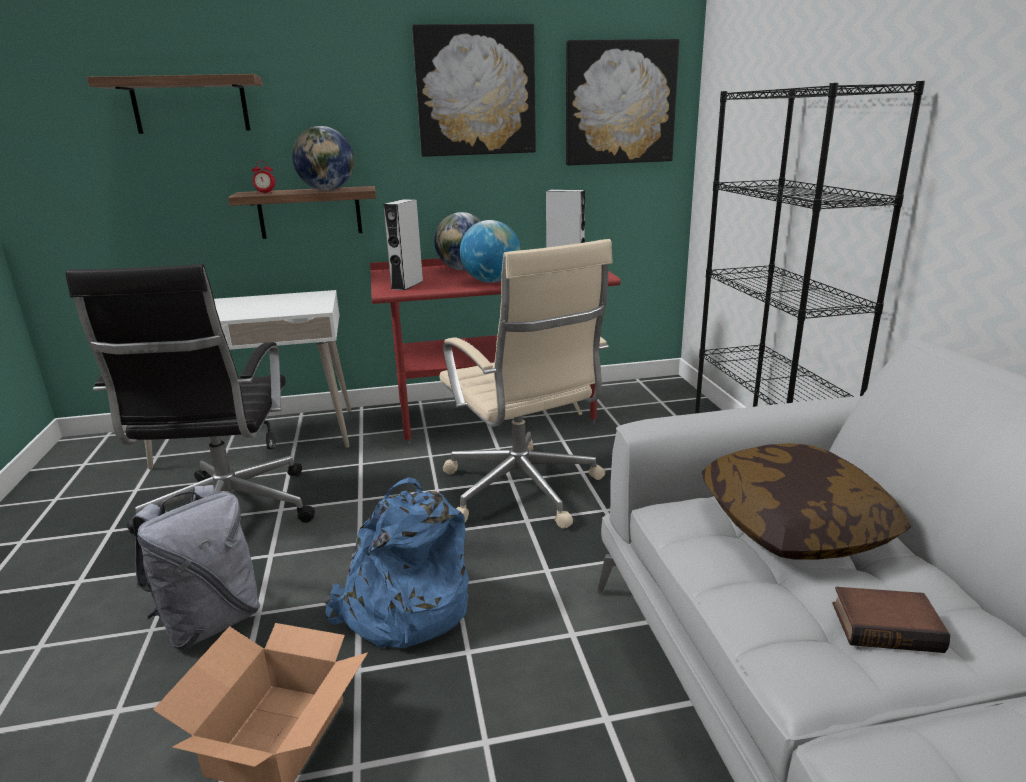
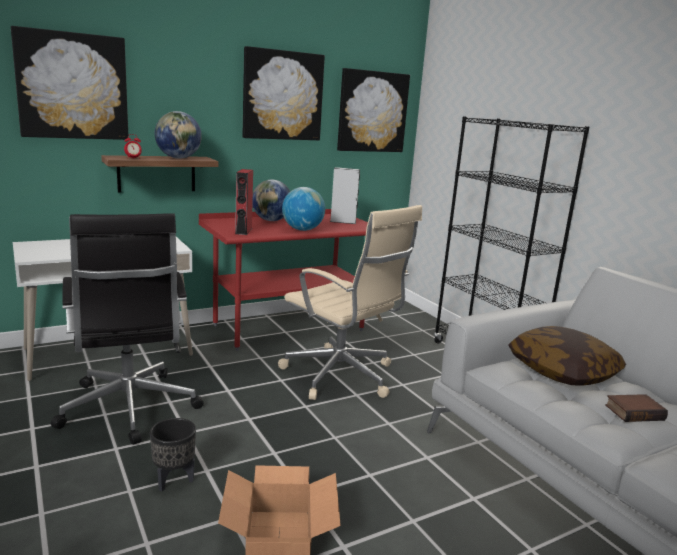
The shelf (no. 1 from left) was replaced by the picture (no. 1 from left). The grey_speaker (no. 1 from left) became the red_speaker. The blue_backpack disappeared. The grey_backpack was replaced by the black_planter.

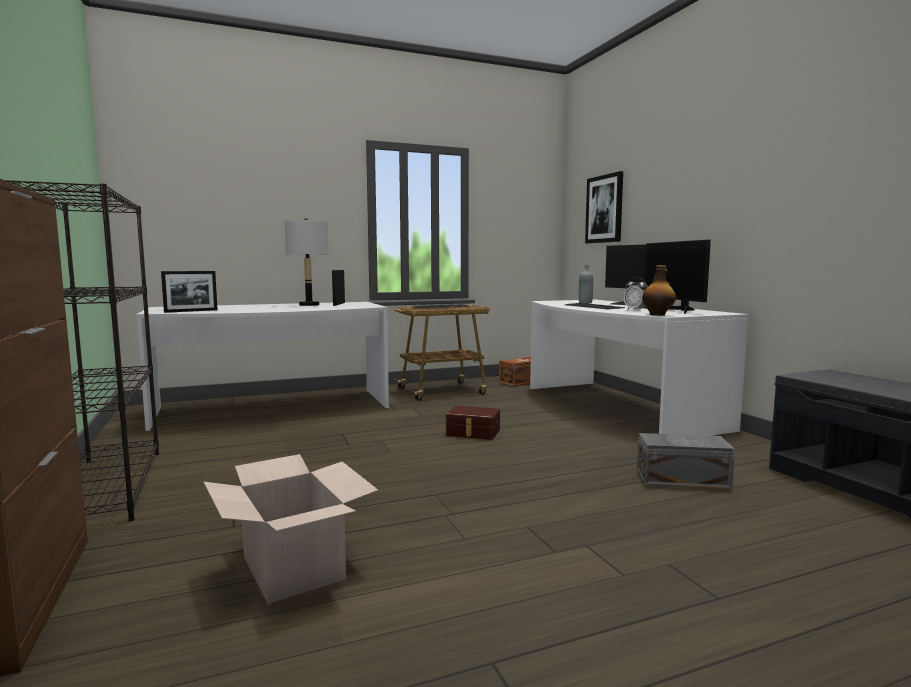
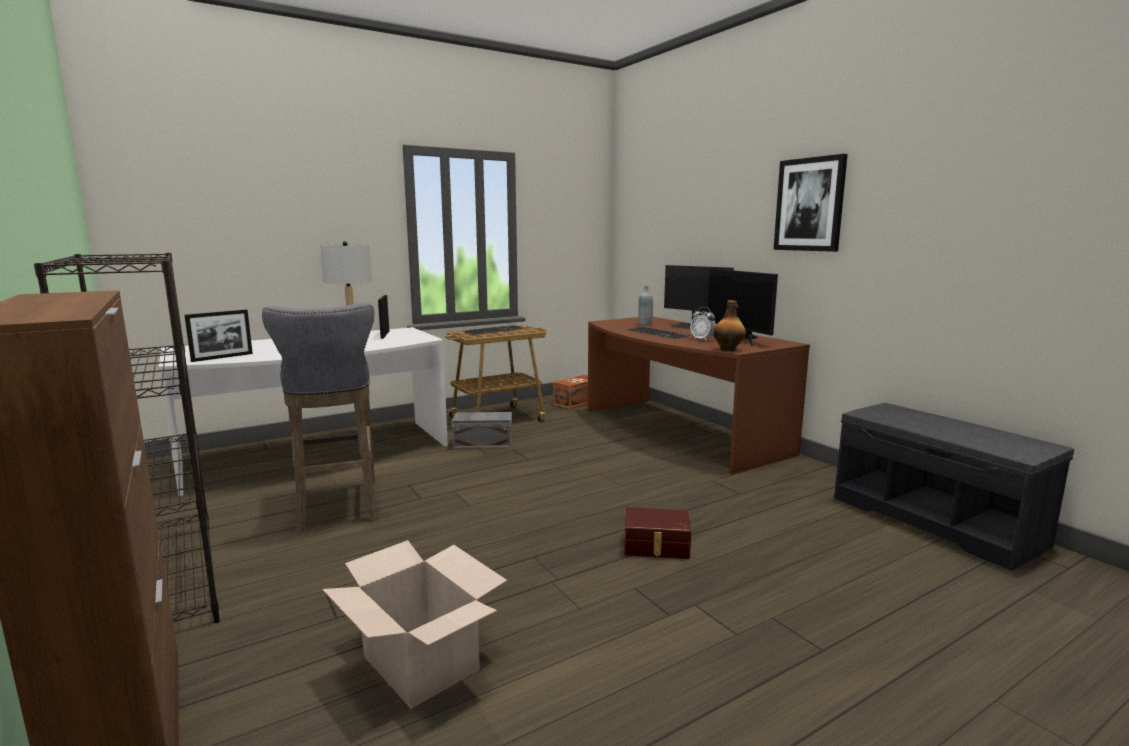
The picture moved. The white_desk (no. 2 from left) became the brown_desk. The brown_storage_box (no. 1 from left in the first image) moved. The grey_storage_box moved. The grey_stool appeared.

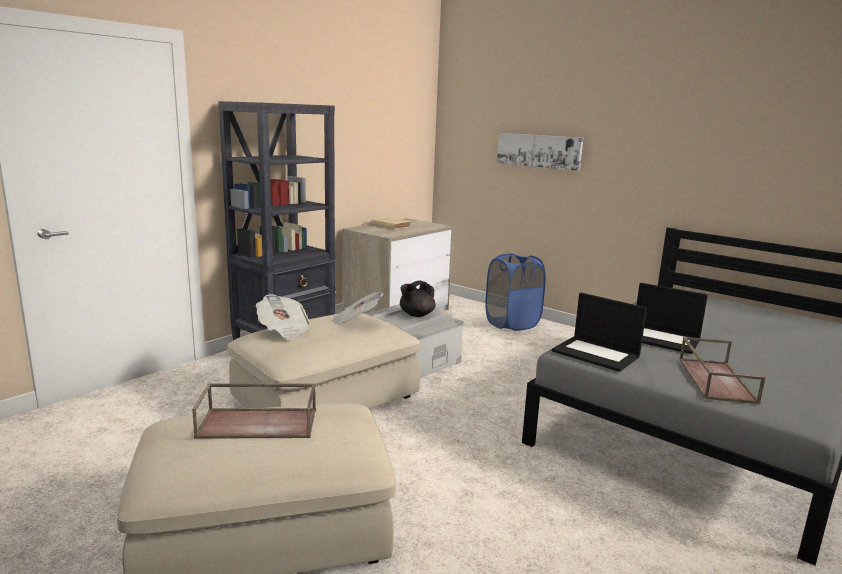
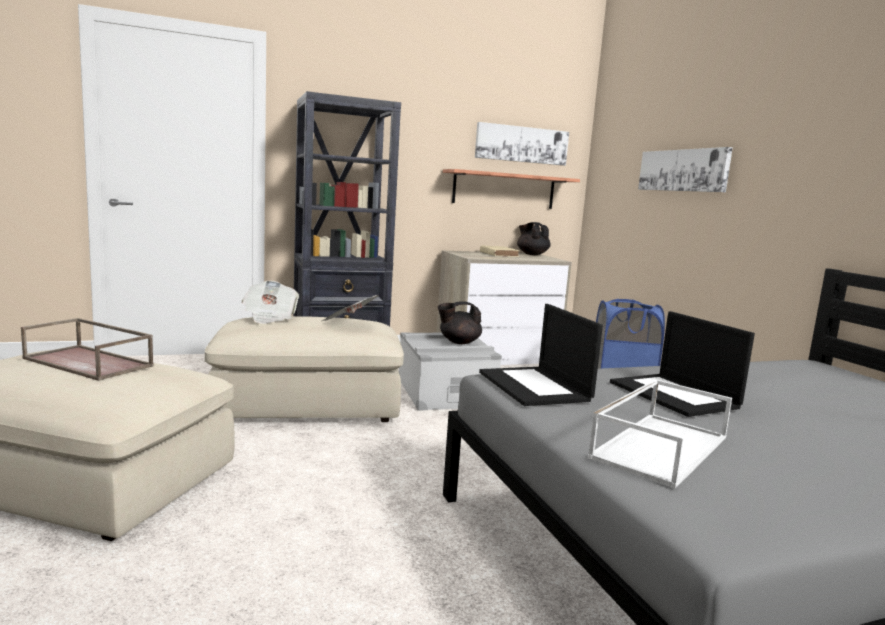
The brown_tray (no. 2 from left) became the white_tray. The picture (no. 1 from left) appeared. The shelf appeared. The black_teapot (no. 2 from left) appeared.

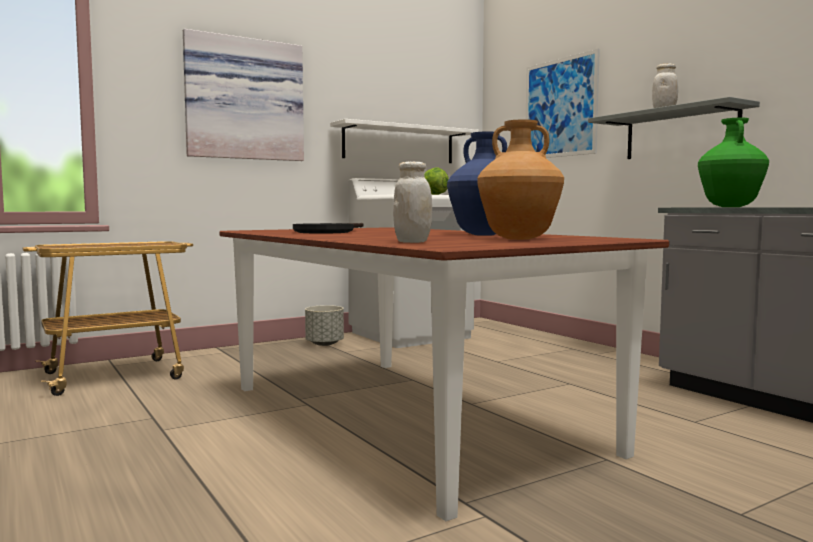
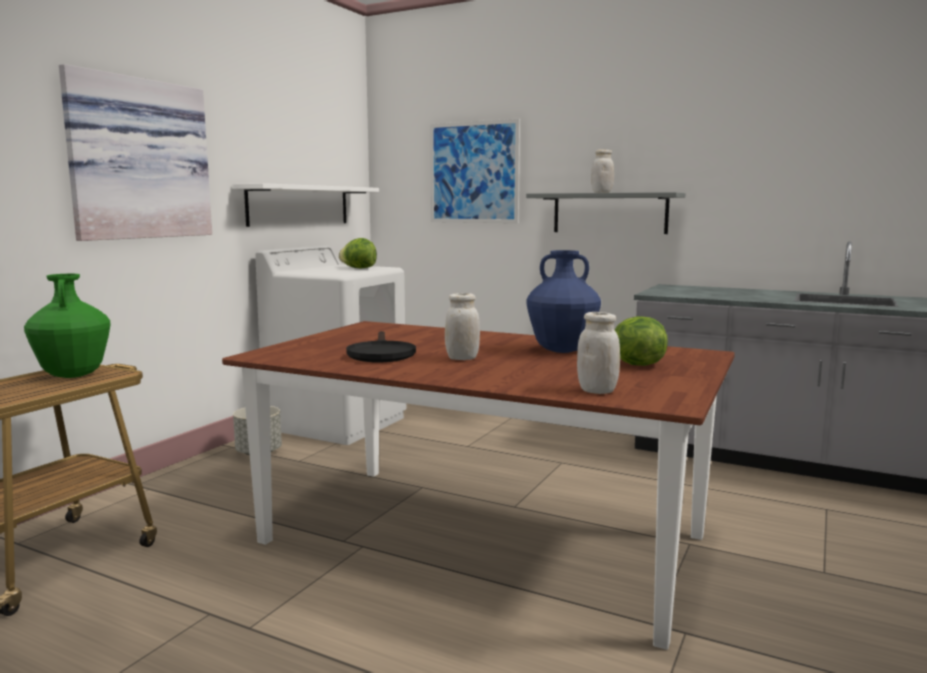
The green_vase moved. The brown_vase was replaced by the lettuce (no. 2 from left). The white_jar (no. 1 from left) appeared.

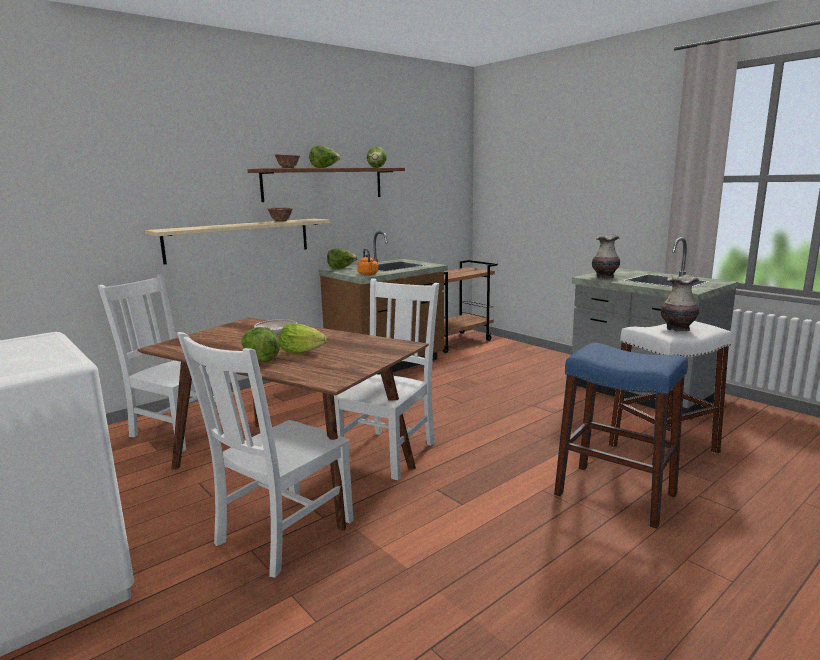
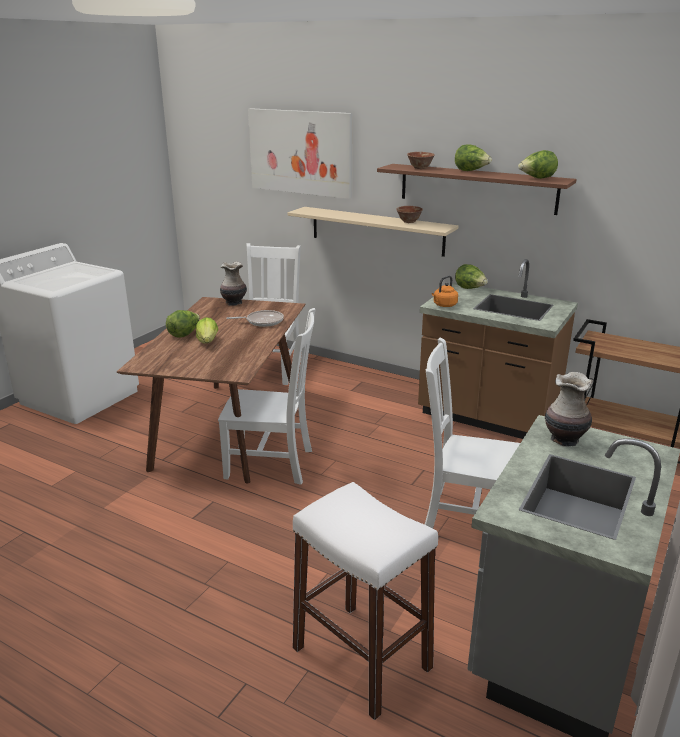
The vase (no. 2 from left in the first image) moved. The white_chair (no. 2 from left in the first image) moved. The blue_stool disappeared. The picture appeared.

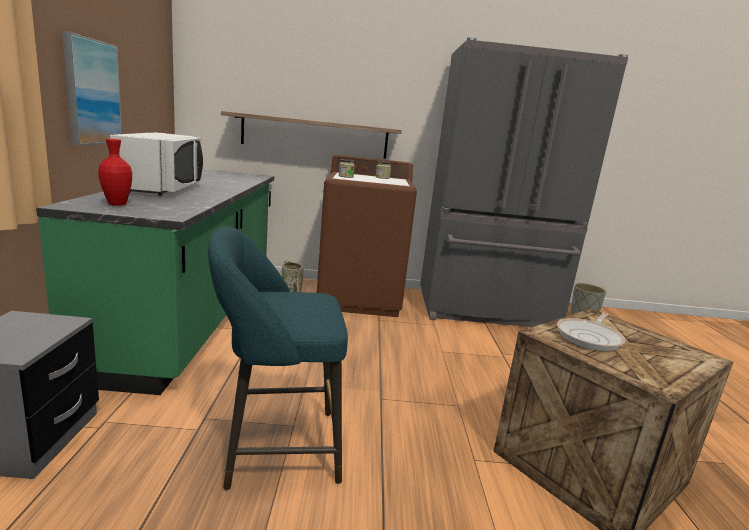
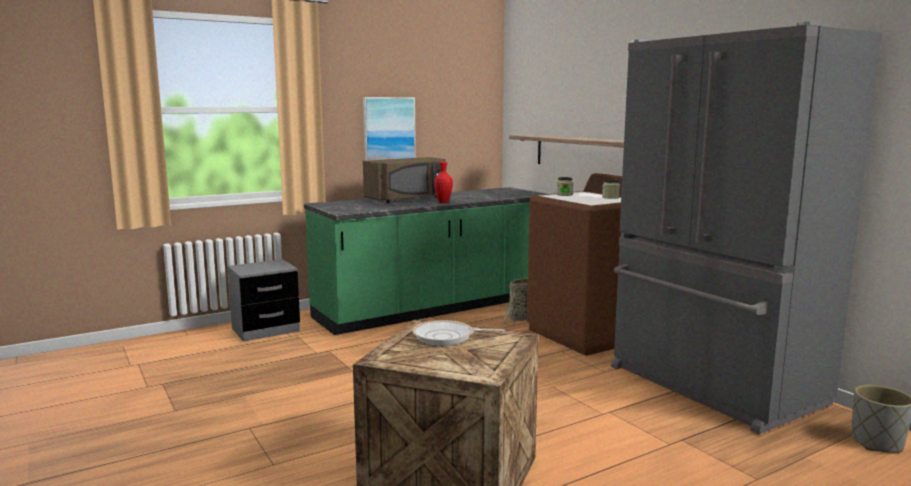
The white_microwave became the brown_microwave. The red_vase moved. The turquoise_stool disappeared.

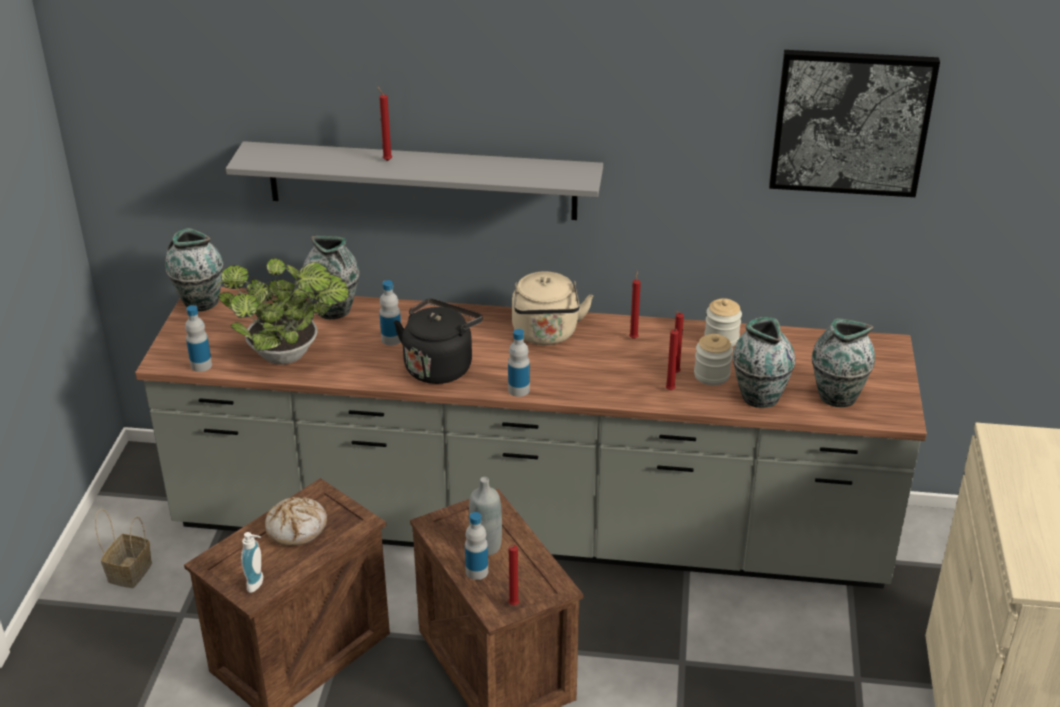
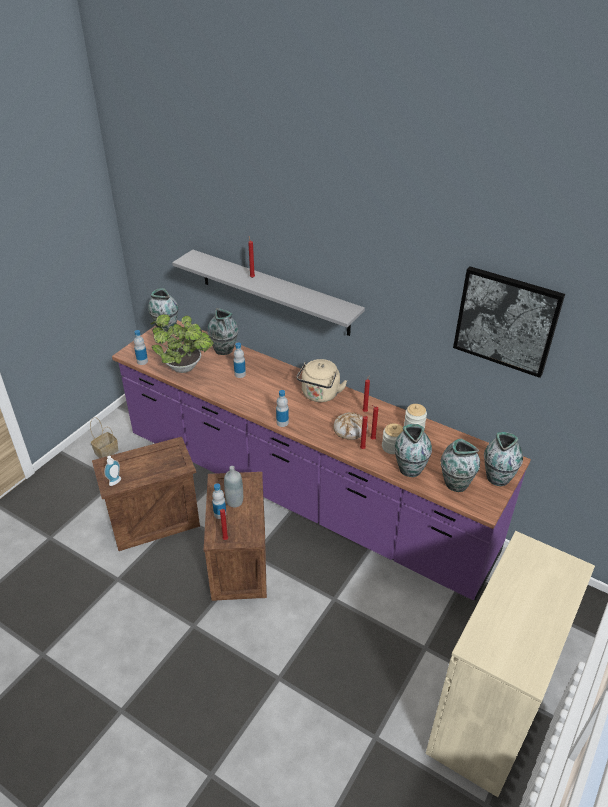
The grey_counter became the purple_counter. The black_kettle disappeared. The bread moved. The vase (no. 5 from left) appeared.

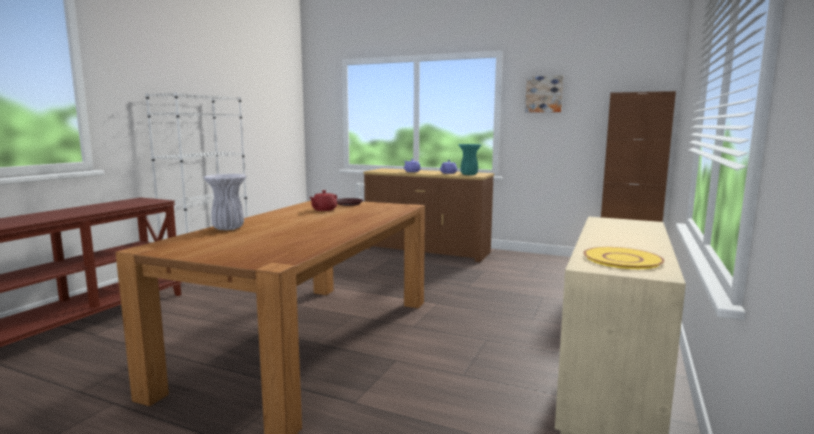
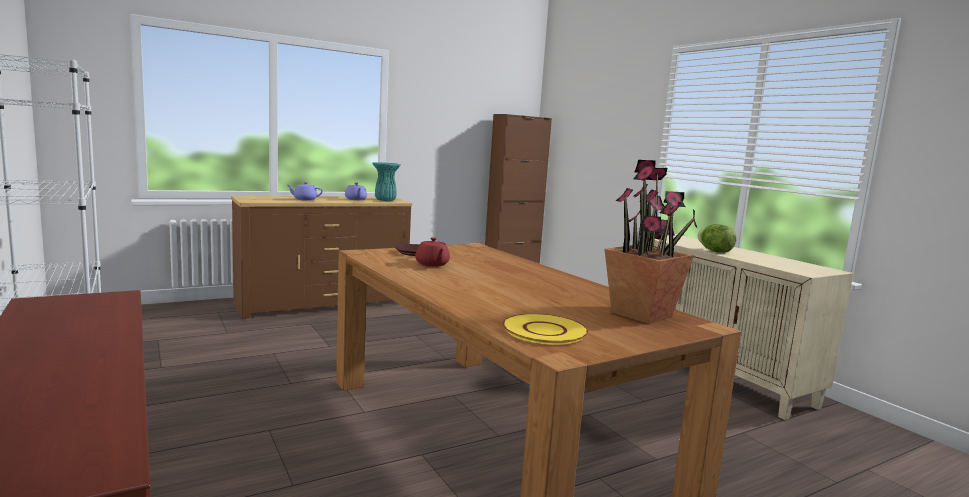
The picture disappeared. The white_vase disappeared. The yellow_plate moved. The potted_plant appeared. The lettuce appeared.

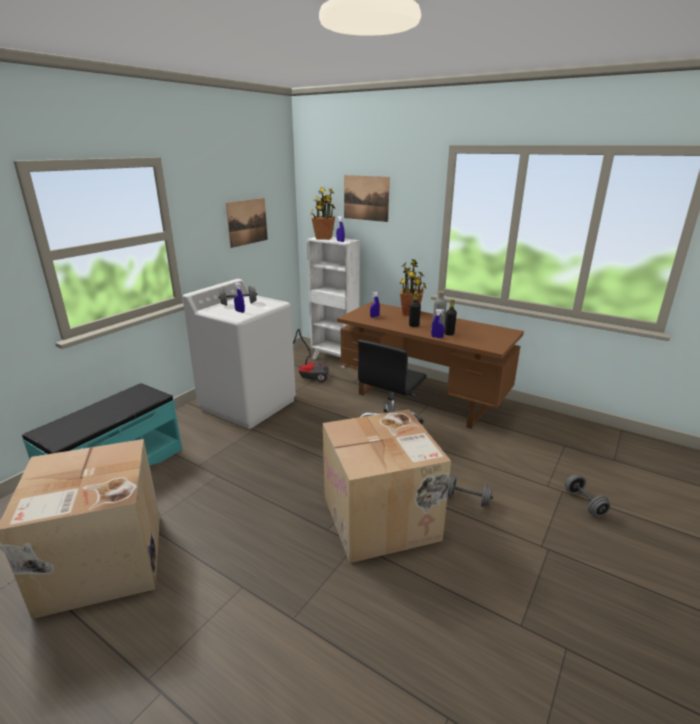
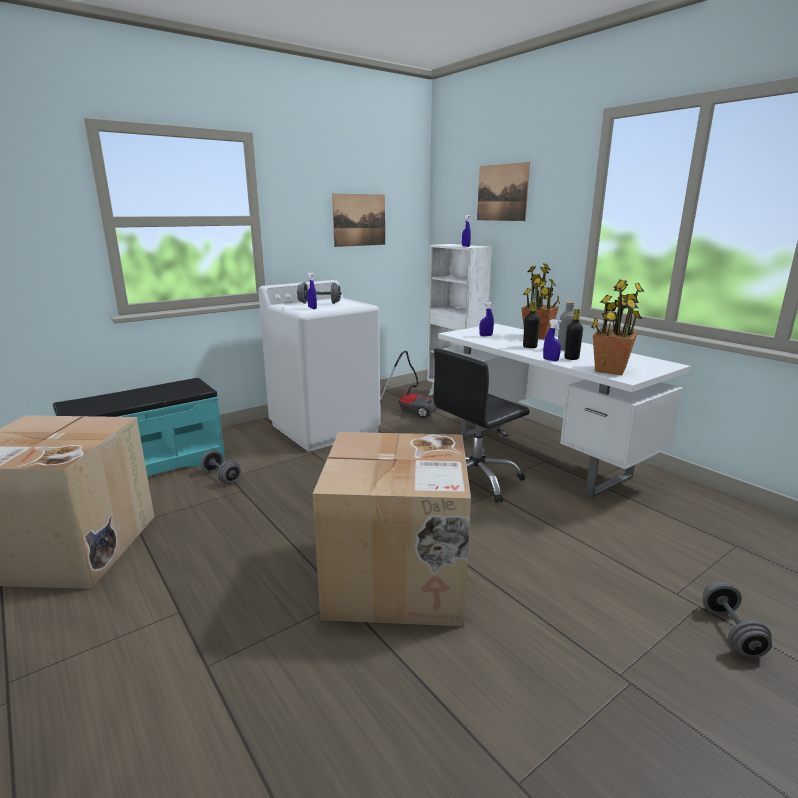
The potted_plant (no. 1 from left in the first image) moved. The brown_desk became the white_desk. The grey_dumbbell (no. 2 from left in the first image) moved.

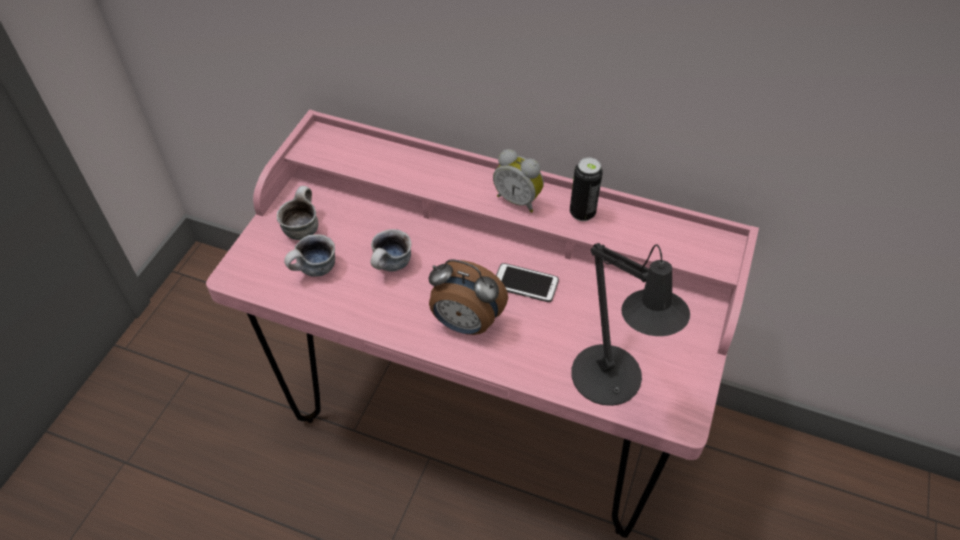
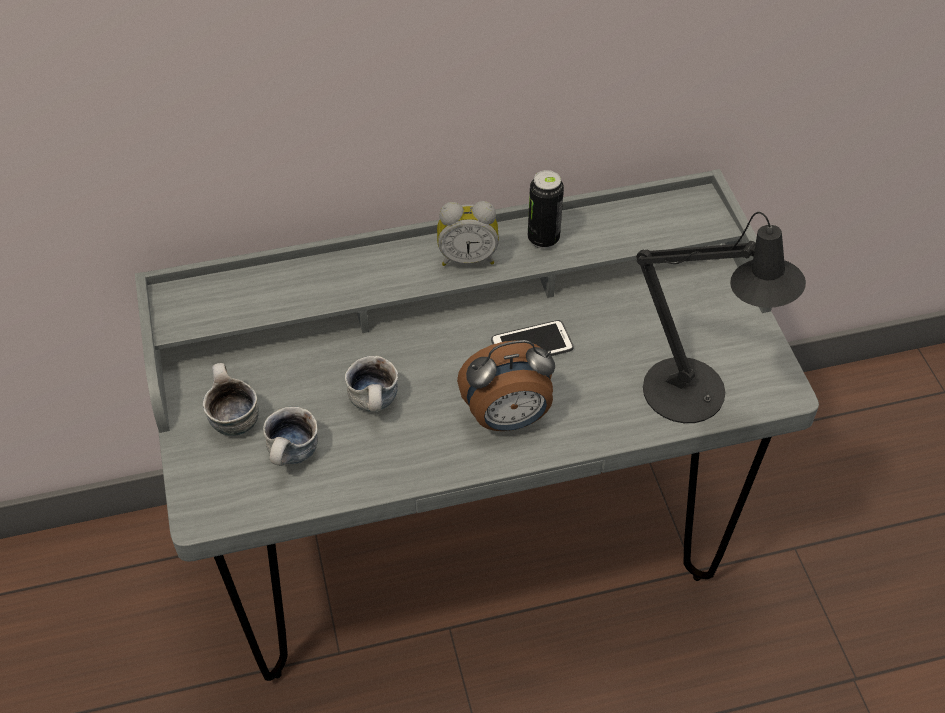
The pink_desk became the grey_desk.

